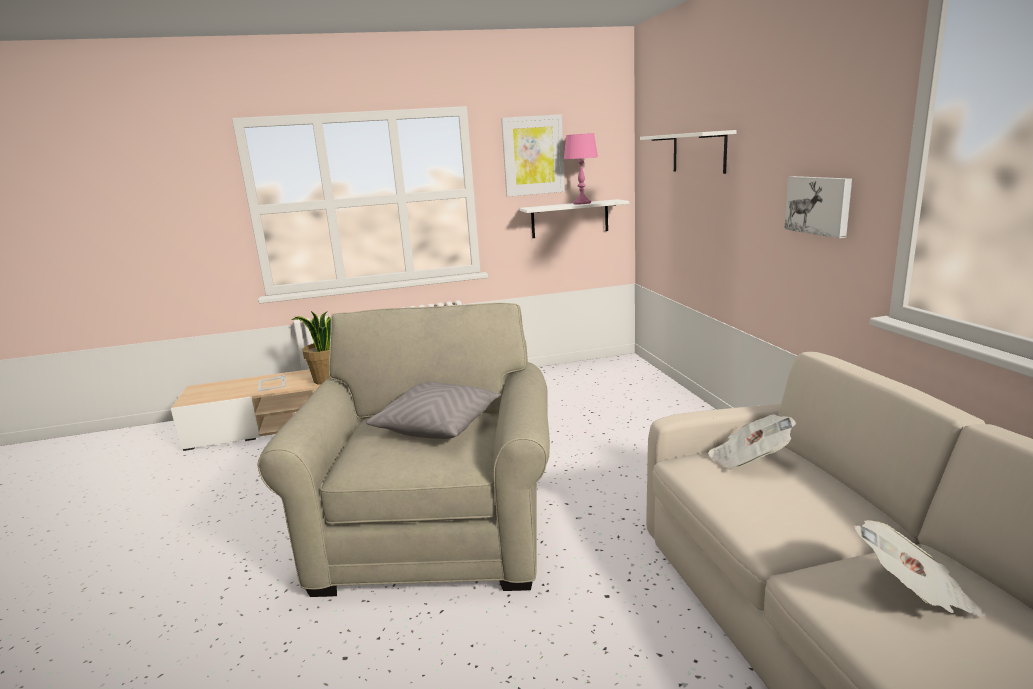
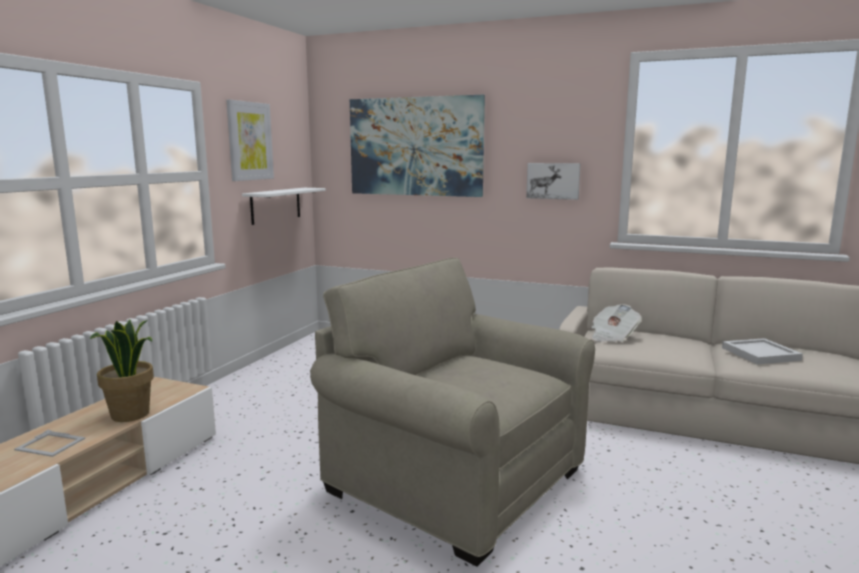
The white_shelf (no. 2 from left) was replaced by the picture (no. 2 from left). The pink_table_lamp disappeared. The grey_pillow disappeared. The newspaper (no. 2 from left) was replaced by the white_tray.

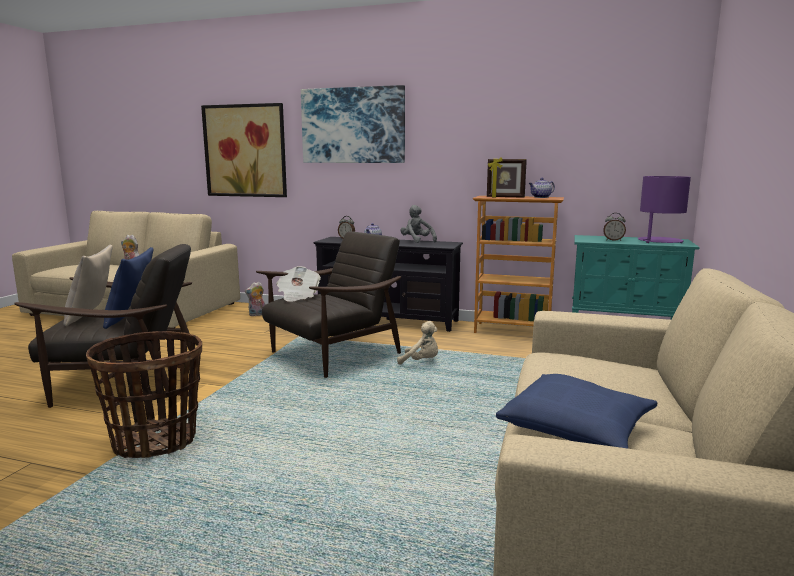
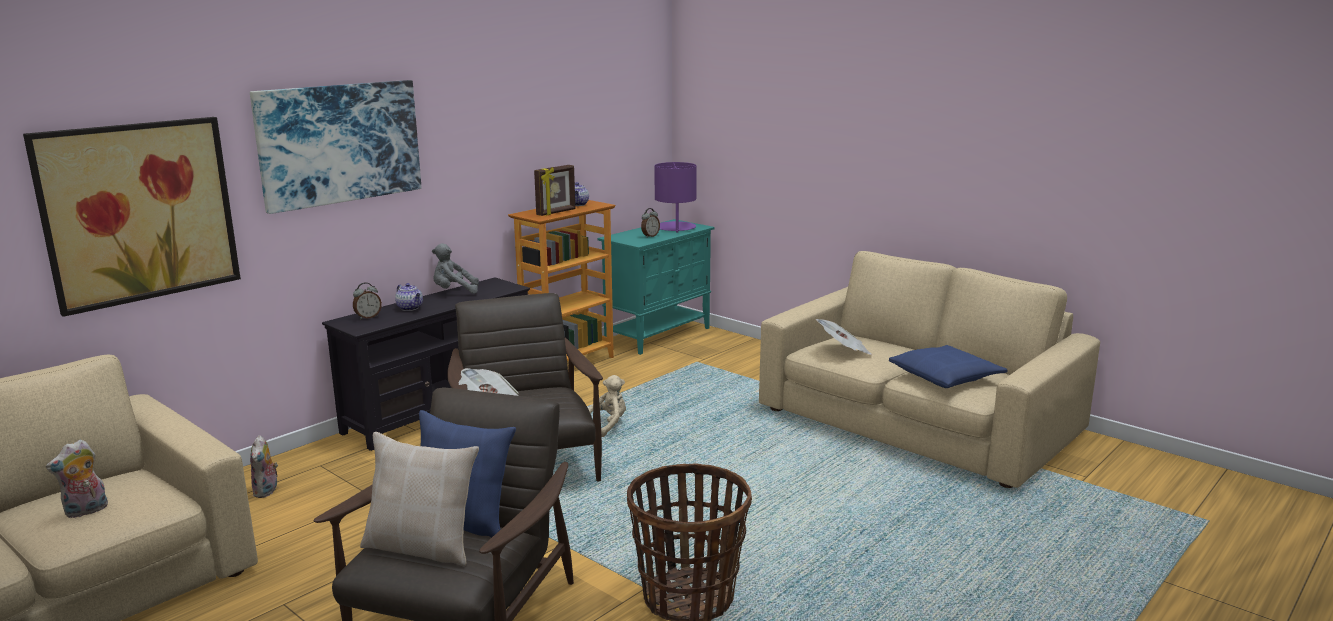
The newspaper (no. 2 from left) appeared.

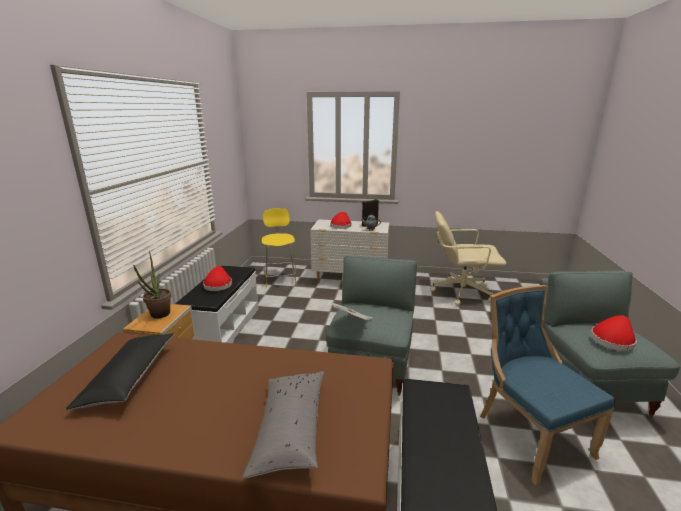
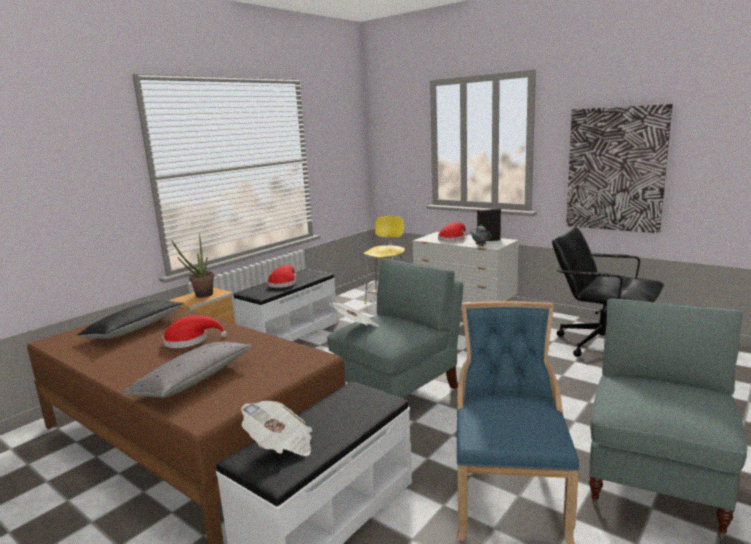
The beige_office_chair became the black_office_chair. The red_hat (no. 3 from left in the first image) moved. The picture appeared. The newspaper (no. 1 from left) appeared.

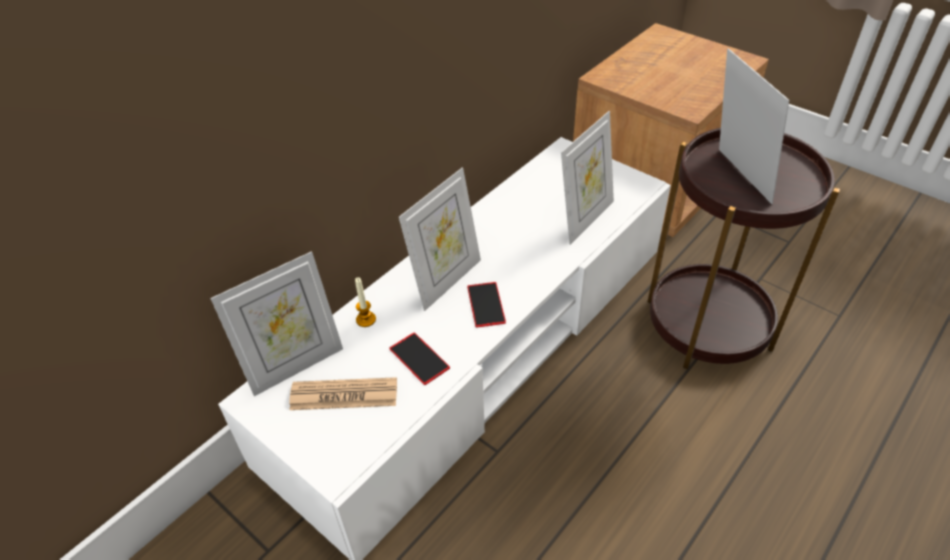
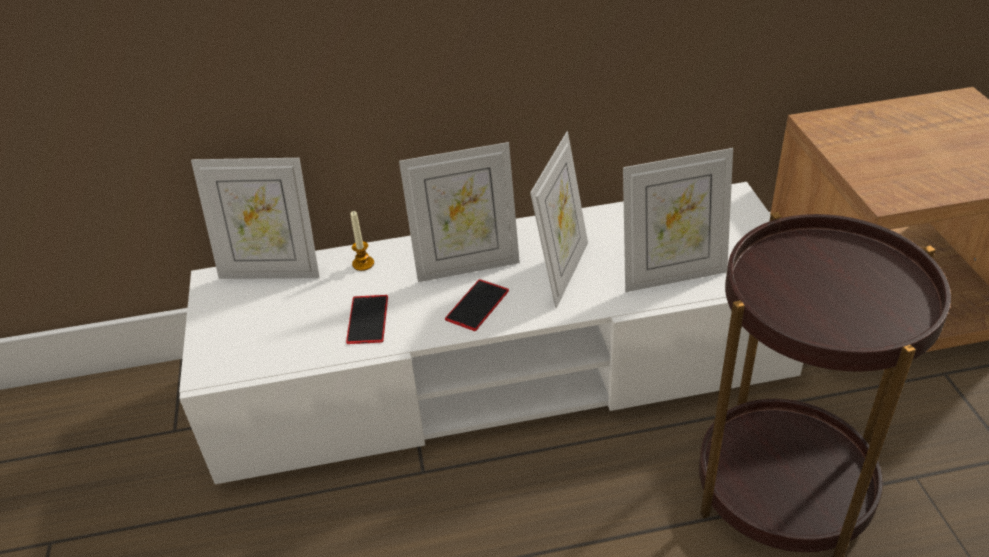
The picture_frame (no. 4 from left in the first image) moved. The newspaper disappeared.

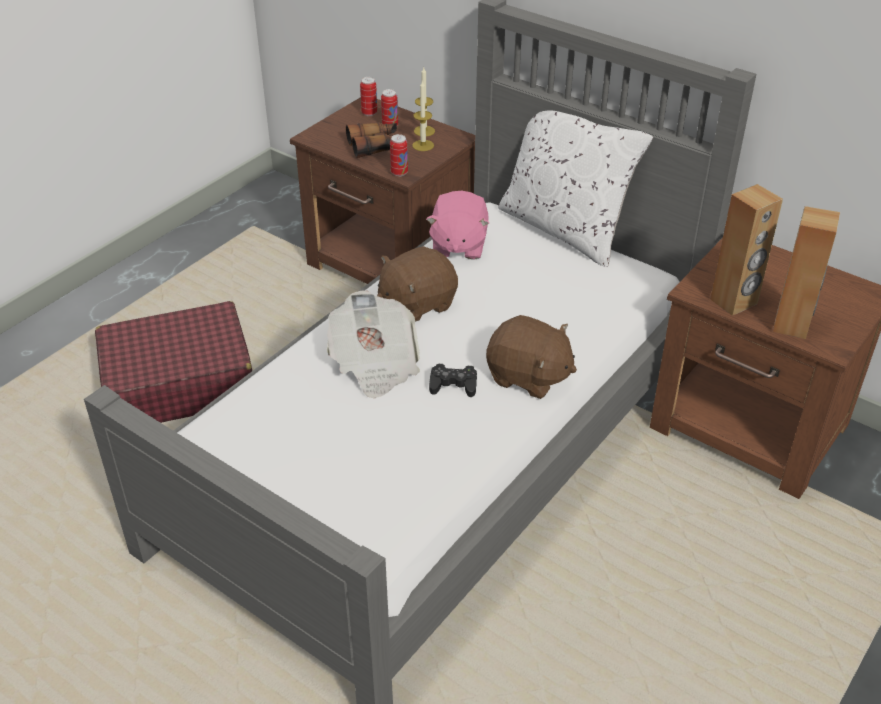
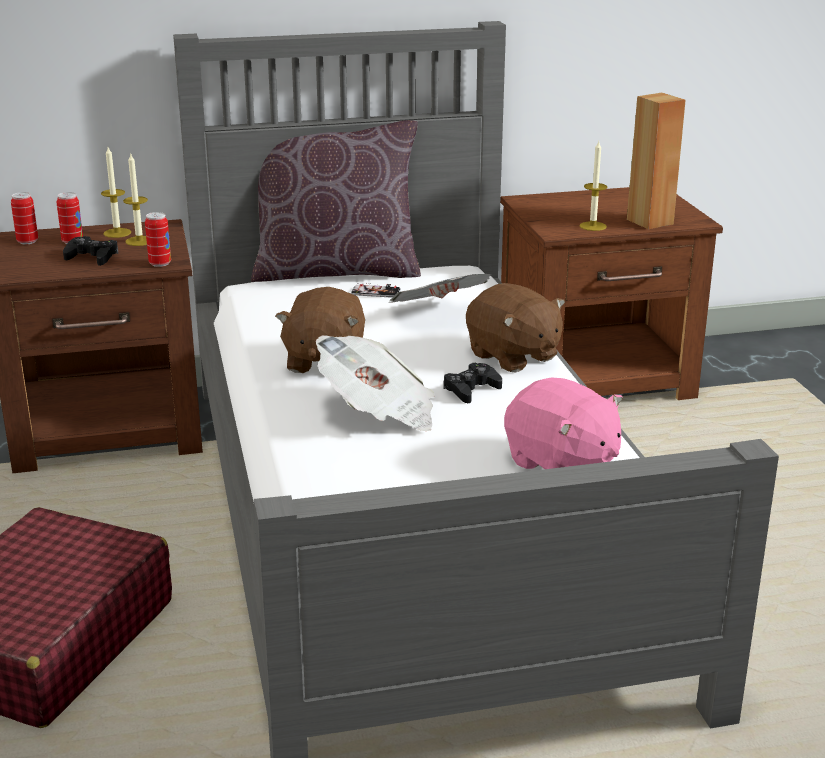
The white_pillow became the brown_pillow. The binoculars was replaced by the black_game_controller (no. 1 from left). The brown_speaker (no. 1 from left) was replaced by the candle (no. 3 from left). The pink_plush_toy moved. The brown_plush_toy (no. 2 from left) turned 75 degrees clockwise. The newspaper (no. 2 from left) appeared. The phone appeared.

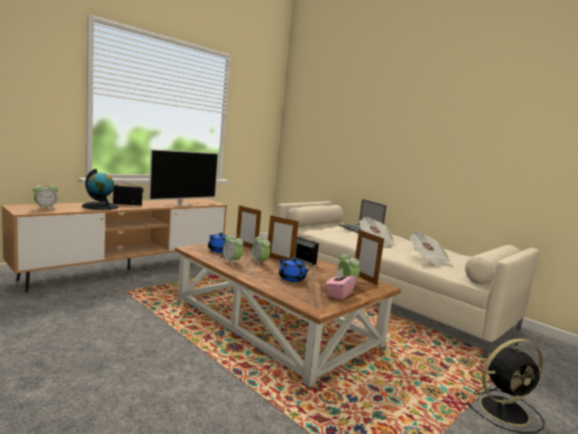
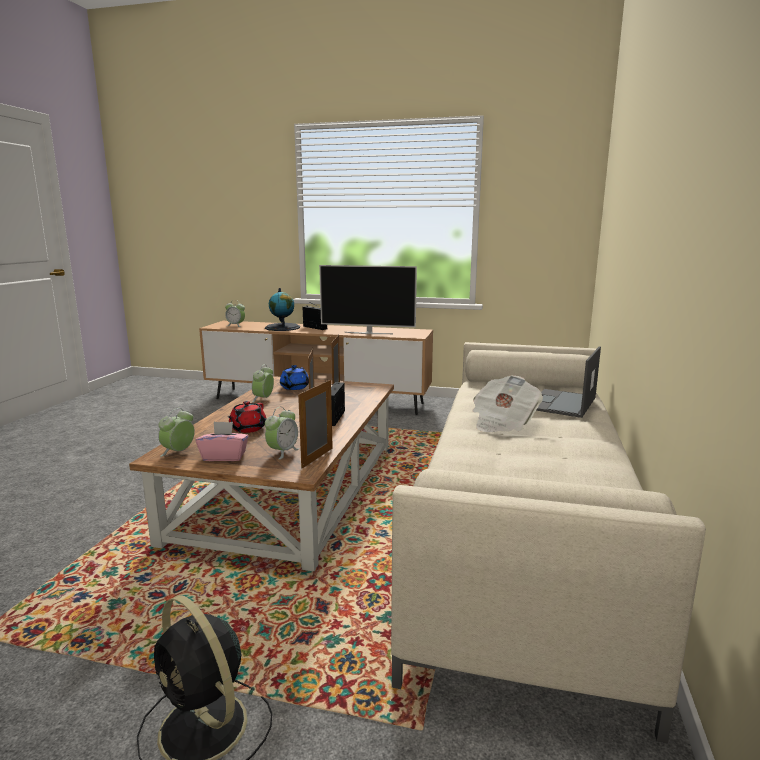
The newspaper (no. 2 from left) disappeared. The alarm_clock (no. 3 from left in the first image) moved. The blue_teapot (no. 2 from left) became the red_teapot.

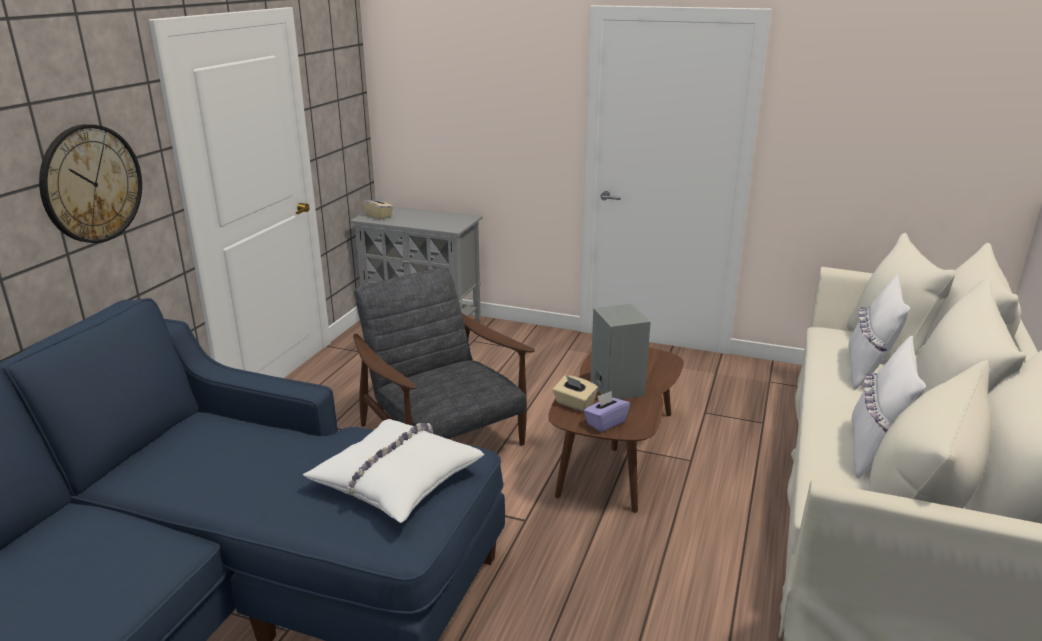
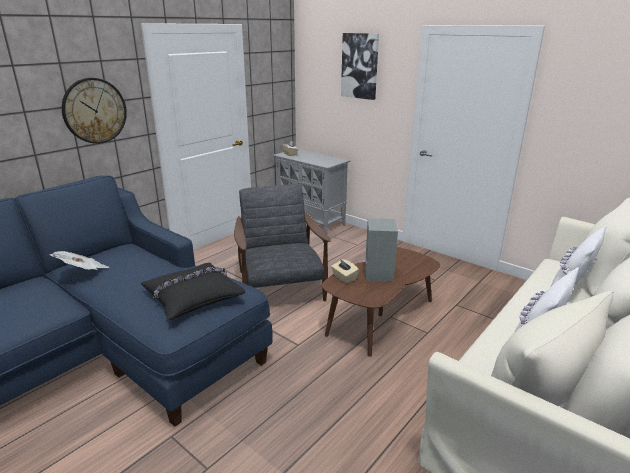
The purple_tissue_box disappeared. The white_pillow (no. 1 from left) became the black_pillow. The picture appeared. The newspaper appeared.

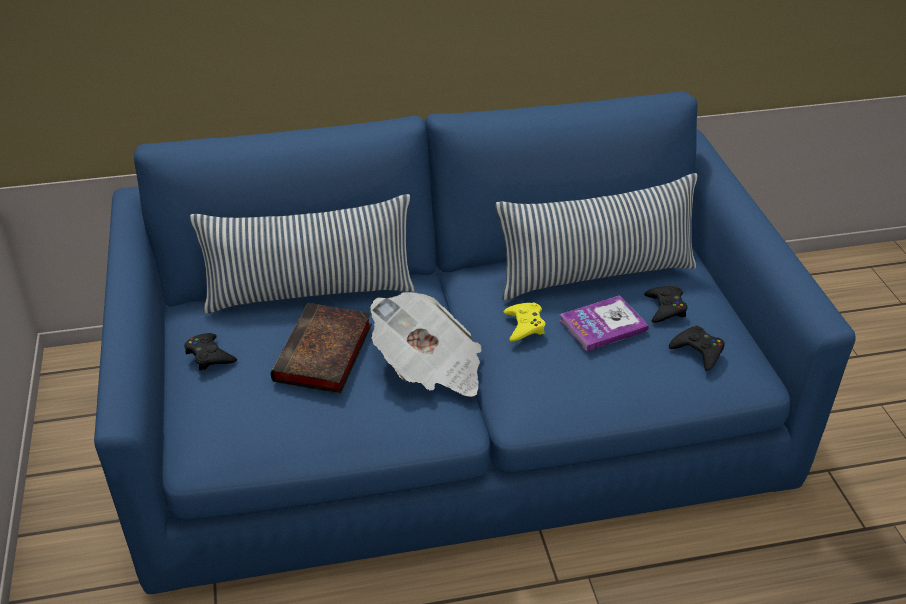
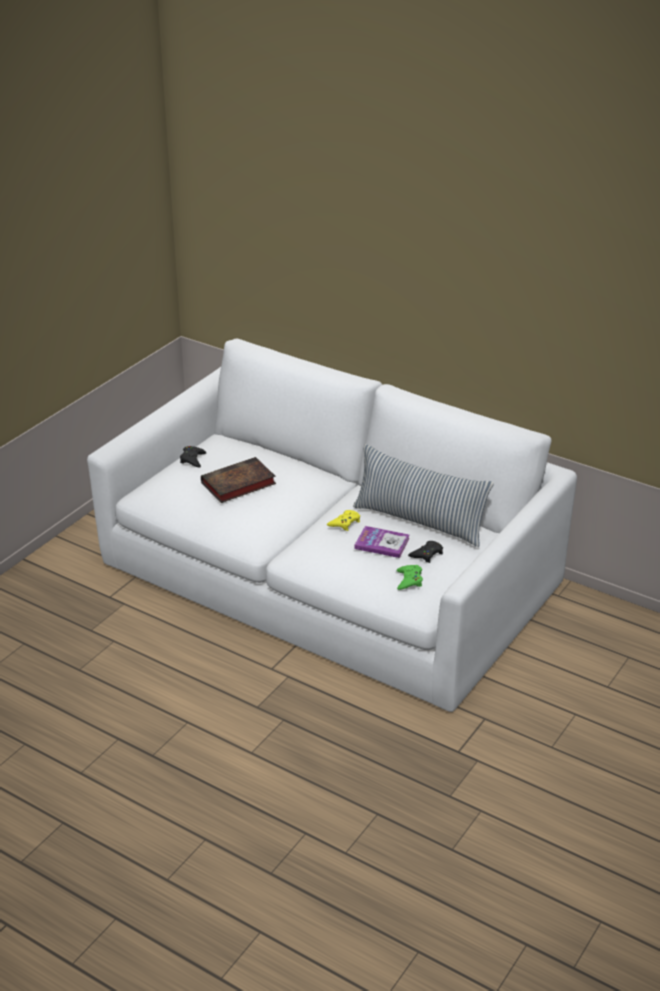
The blue_sofa became the white_sofa. The pillow (no. 1 from left) disappeared. The newspaper disappeared. The black_game_controller (no. 3 from left) became the green_game_controller.

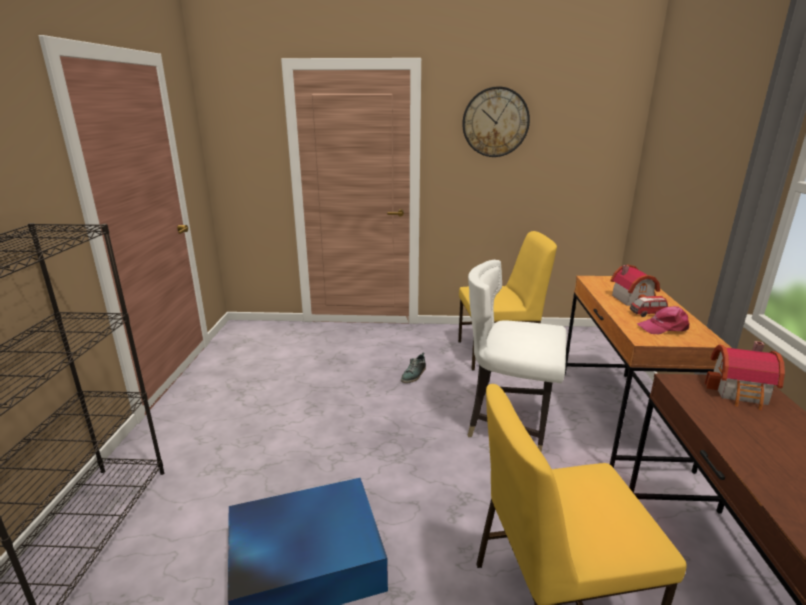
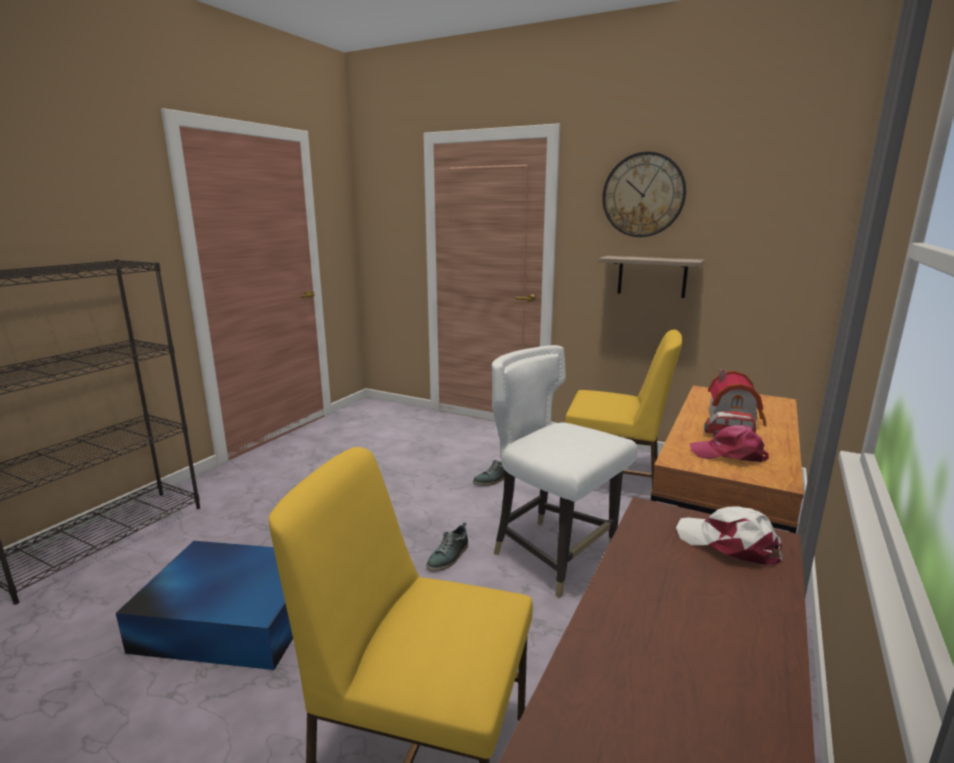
The toy_house (no. 2 from left) was replaced by the white_cap. The shelf appeared. The shoe (no. 1 from left) appeared.

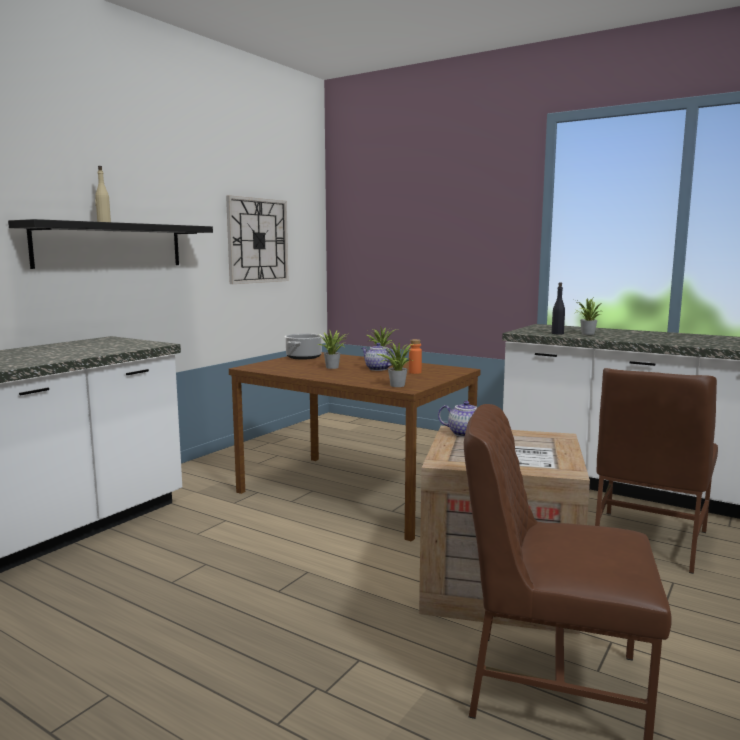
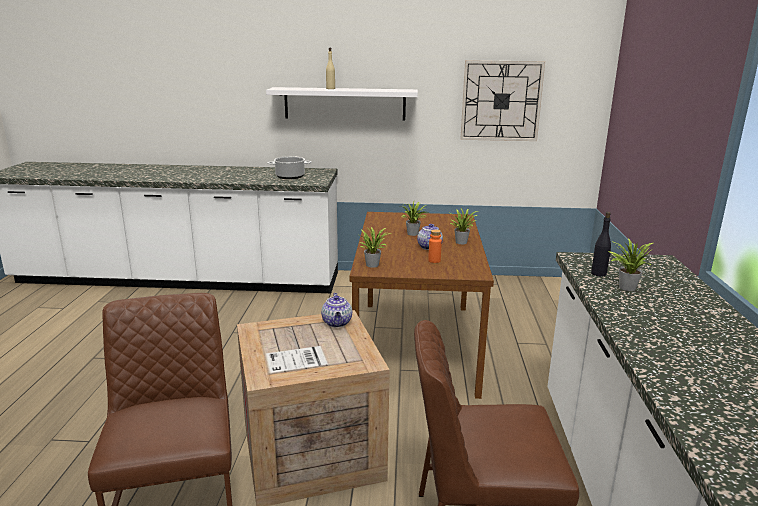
The black_shelf became the white_shelf. The cooking_pot moved.

